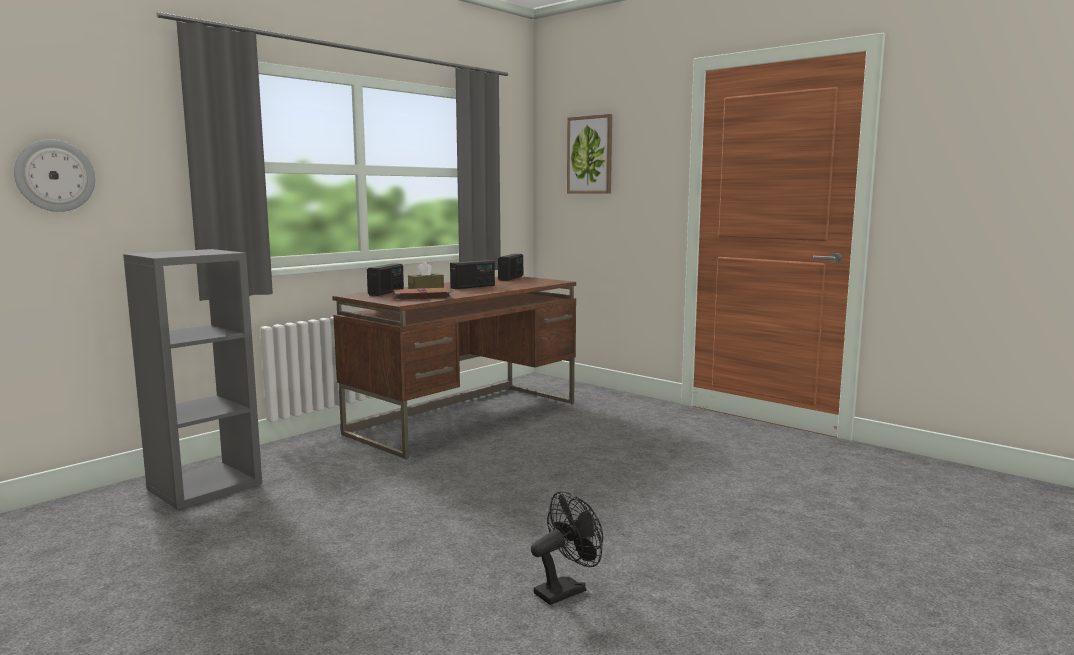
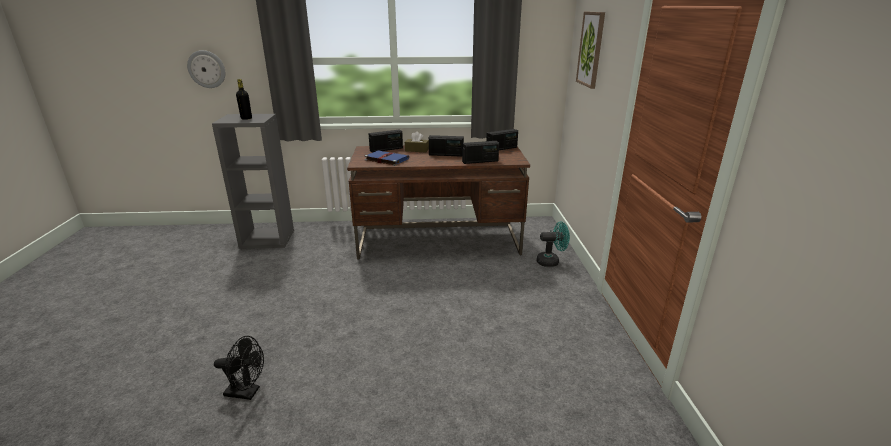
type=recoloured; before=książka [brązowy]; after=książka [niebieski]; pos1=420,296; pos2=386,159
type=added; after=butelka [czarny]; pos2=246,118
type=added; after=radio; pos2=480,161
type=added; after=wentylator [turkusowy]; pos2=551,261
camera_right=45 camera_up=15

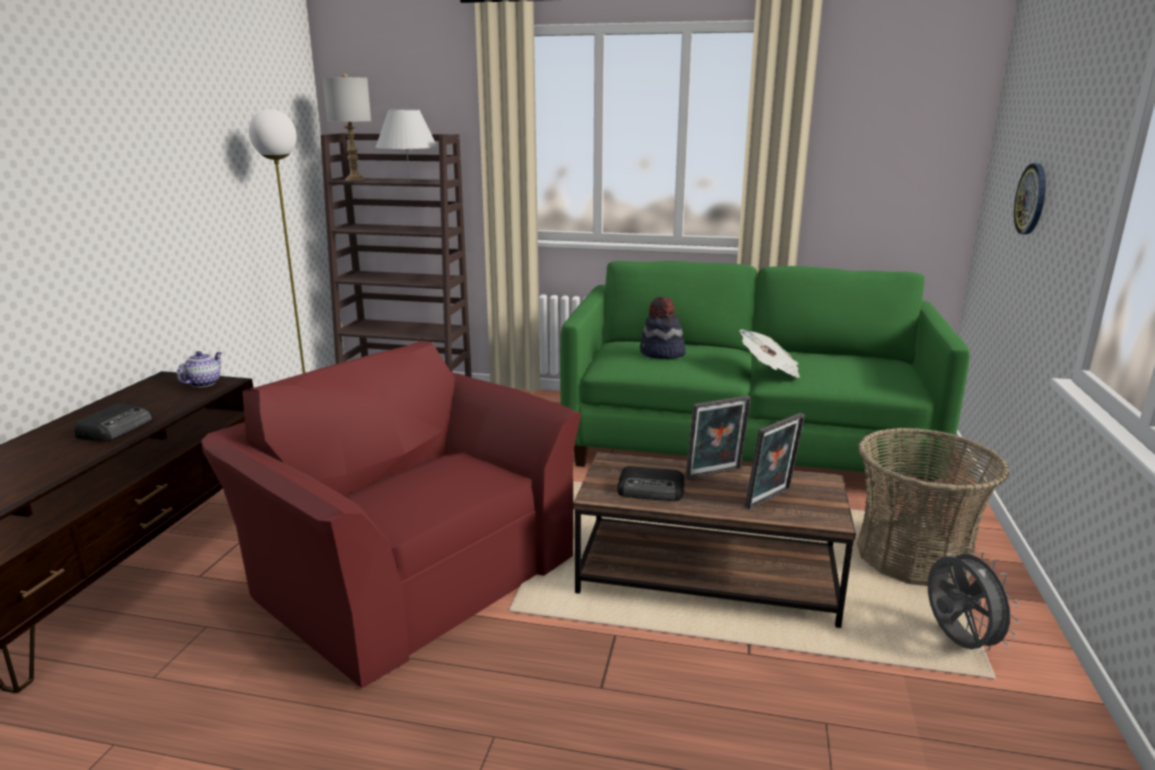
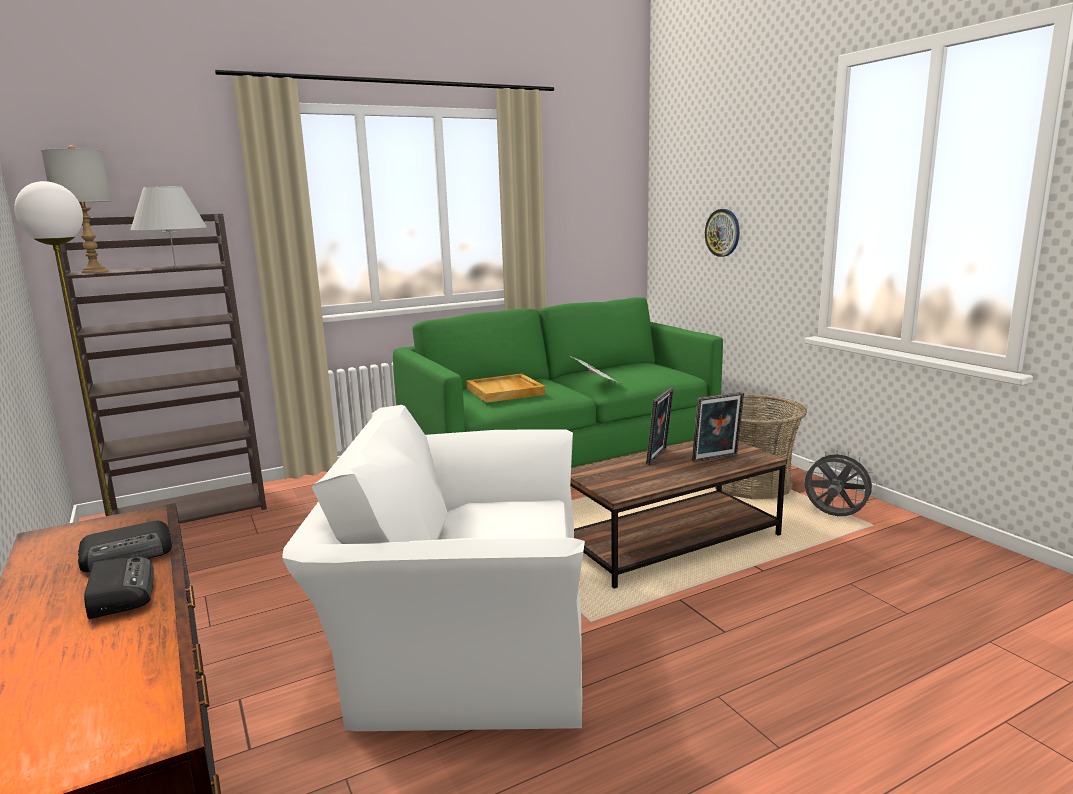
type=replaced; before=kapelusz; after=taca [beżowy]; pos1=662,354; pos2=505,391
type=recoloured; before=fotel [czerwony]; after=fotel [biały]; pos1=408,570; pos2=462,637
type=removed; before=imbryk; pos1=204,383
type=turned; before=ramka na zdjęcie; pos1=771,500; pos2=716,459; turn=60
type=moved; before=radio; pos1=652,490; pos2=128,554
camera_right=-40 camera_up=-5

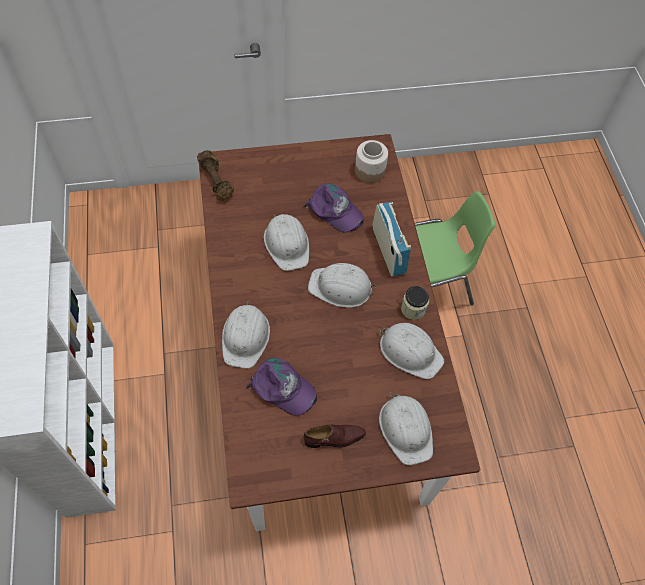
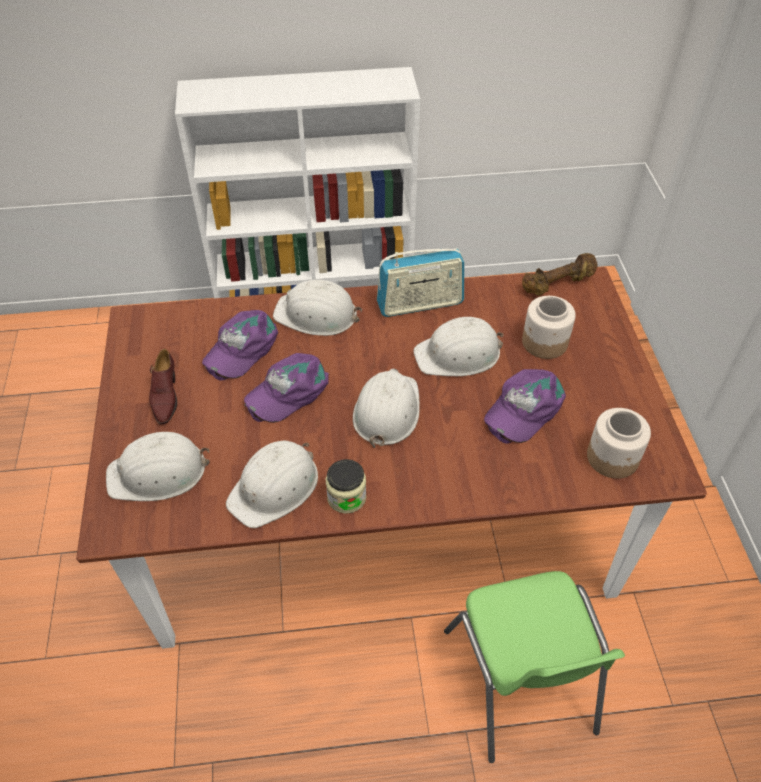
type=moved; before=radio; pos1=388,250; pos2=420,304
type=added; after=słoik; pos2=544,343
type=added; after=czapka z daszkiem [fioletowy]; pos2=288,391
camera_right=95 camera_up=-10

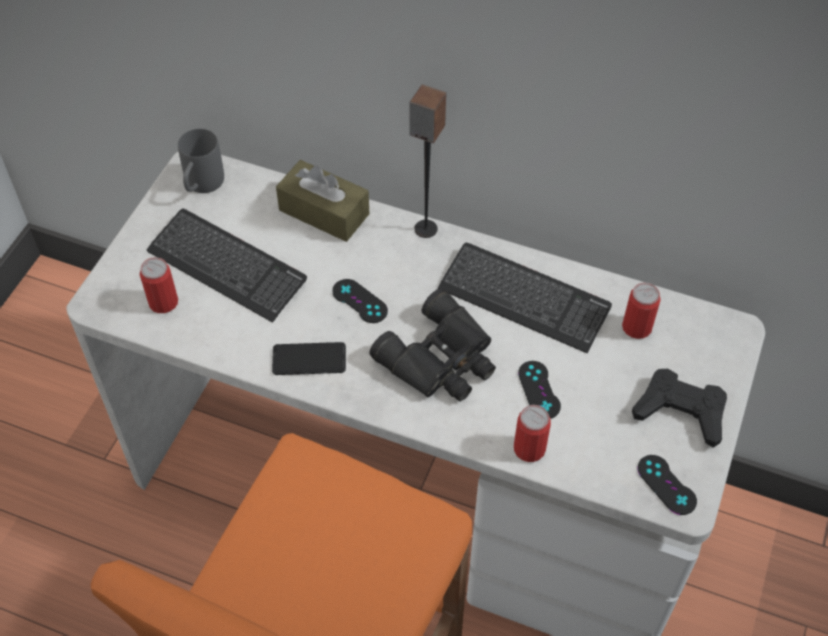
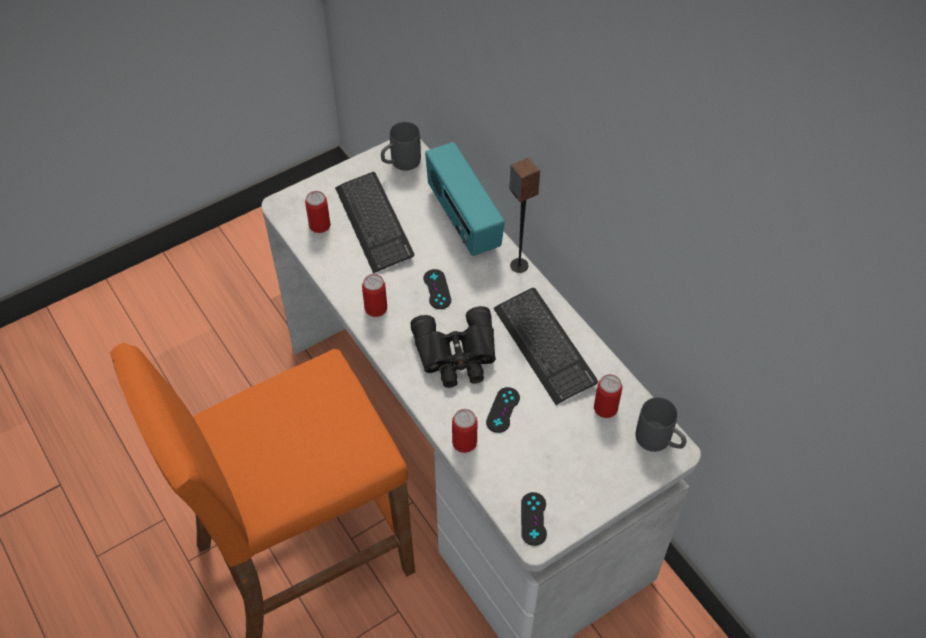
type=replaced; before=pudełko chusteczek [brązowy]; after=radio; pos1=324,212; pos2=462,220
type=replaced; before=telefon; after=puszka; pos1=309,359; pos2=376,308
type=removed; before=pad do gier [czarny]; pos1=681,411
type=added; after=kubek [szary]; pos2=659,442
camera_right=35 camera_up=0

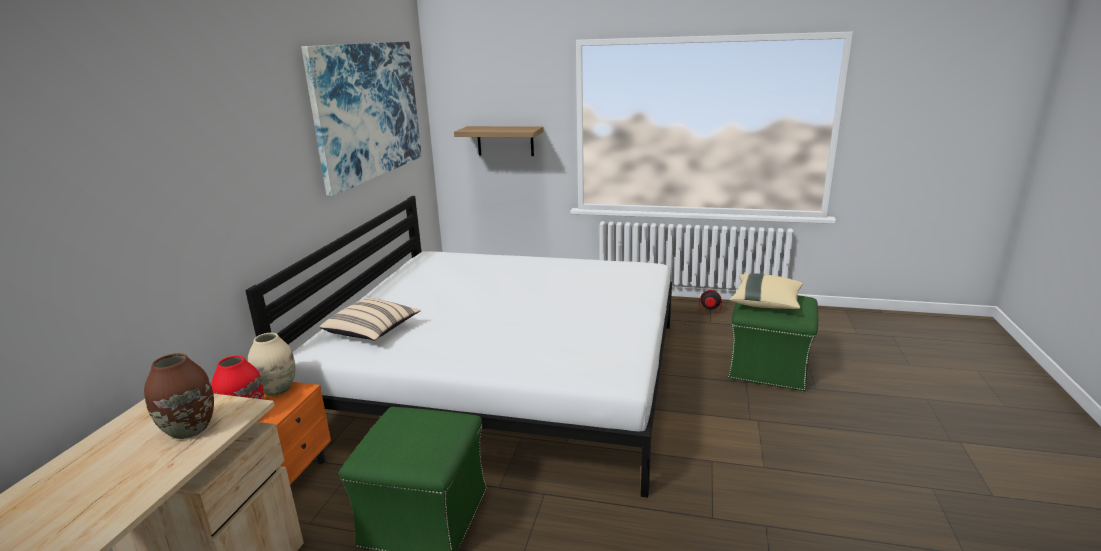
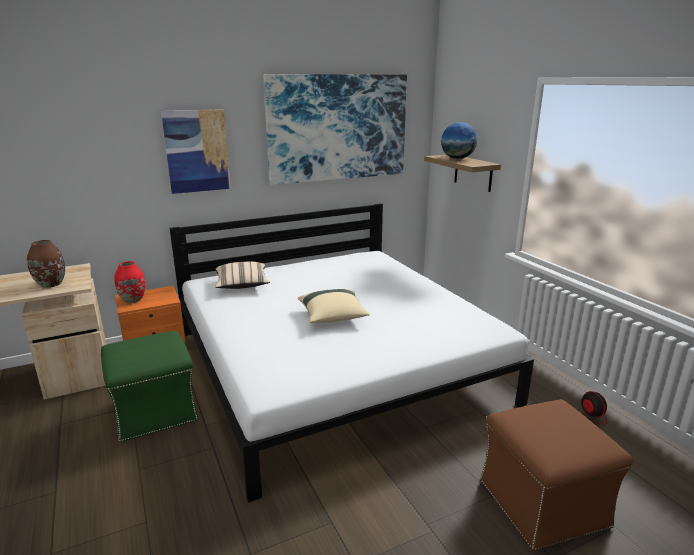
type=moved; before=poduszka [beżowy]; pos1=766,303; pos2=333,317
type=recoloured; before=pufa [zielony]; after=pufa [brązowy]; pos1=769,368; pos2=543,504
type=removed; before=wazon [beżowy]; pos1=277,389
type=added; after=obraz; pos2=197,151
type=added; after=globus; pos2=457,158
camera_right=50 camera_up=0

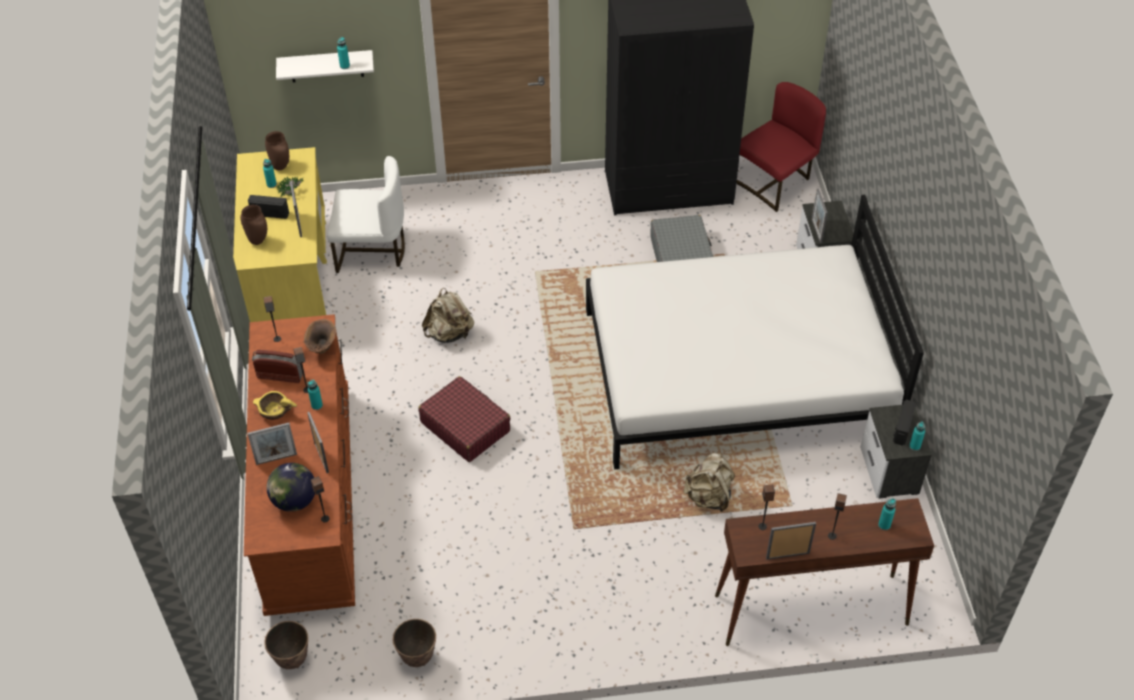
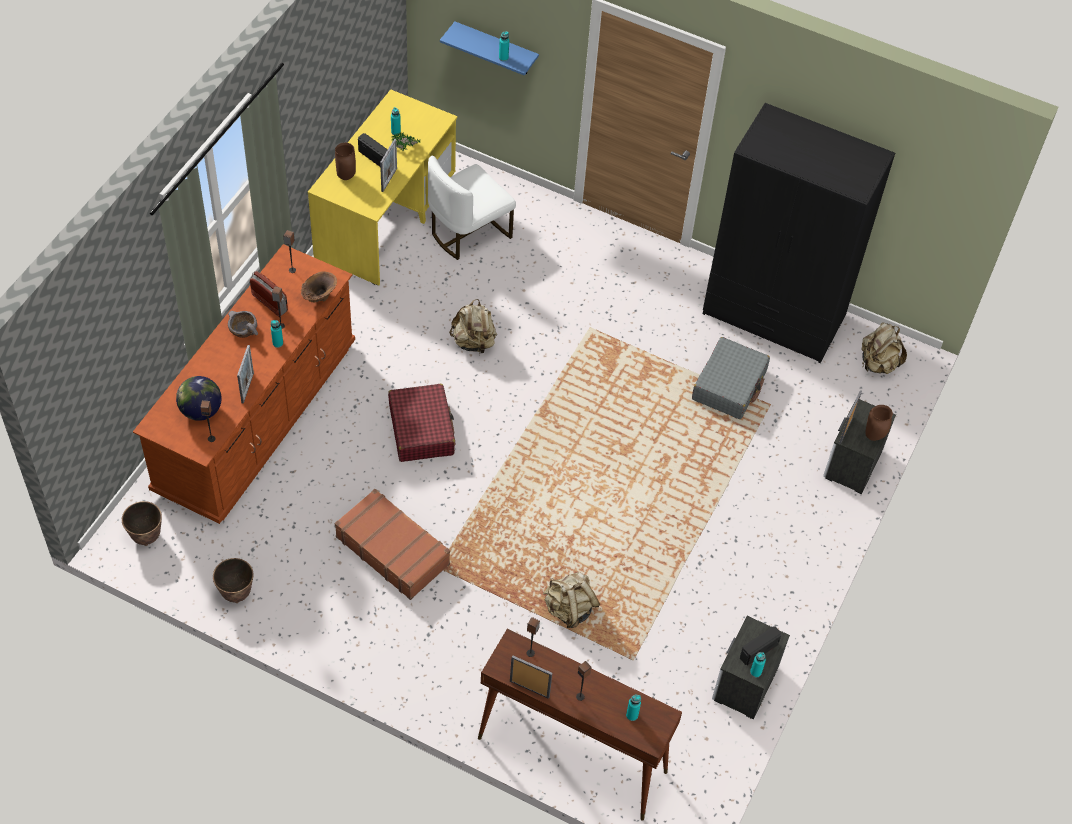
type=recoloured; before=półka [biały]; after=półka [niebieski]; pos1=326,66; pos2=496,49
type=replaced; before=krzesło [czerwony]; after=plecak [beżowy]; pos1=775,182; pos2=878,363
type=moved; before=wazon [brązowy]; pos1=280,167; pos2=873,436
type=turned; before=krzesło [biały]; pos1=371,251; pos2=468,233; turn=105
type=removed; before=łóżko [biały]; pos1=737,373
type=recoloured; before=miska [żółty]; after=miska [szary]; pos1=274,411; pos2=243,330
type=removed; before=ramka na zdjęcie; pos1=276,459
type=added; after=walizka [brązowy]; pos2=393,550
camera_right=30 camera_up=5

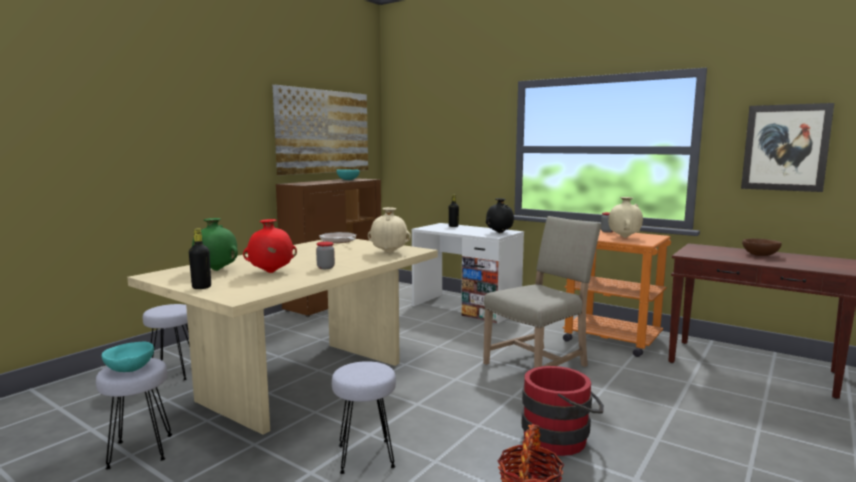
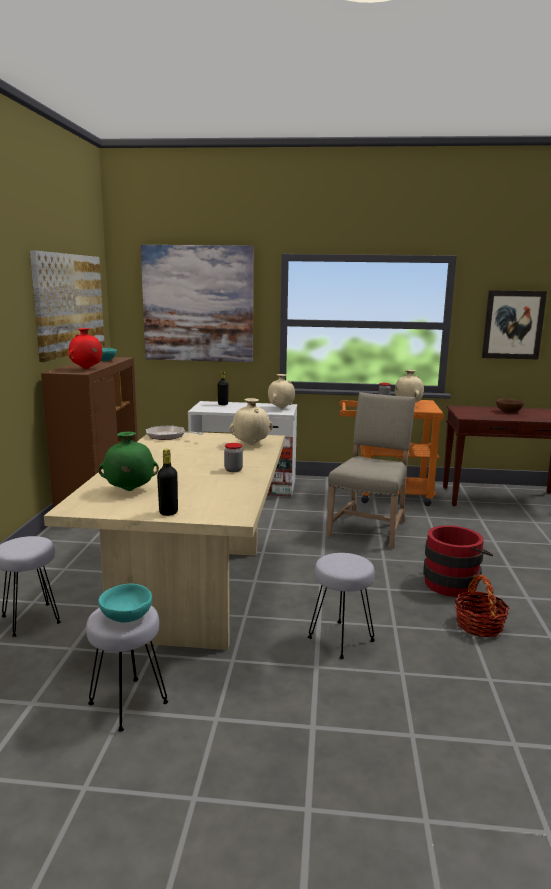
type=recoloured; before=wazon [czarny]; after=wazon [beżowy]; pos1=499,233; pos2=281,408
type=moved; before=wazon [czerwony]; pos1=271,272; pos2=86,369
type=added; after=obraz; pos2=198,304
camera_right=-30 camera_up=5

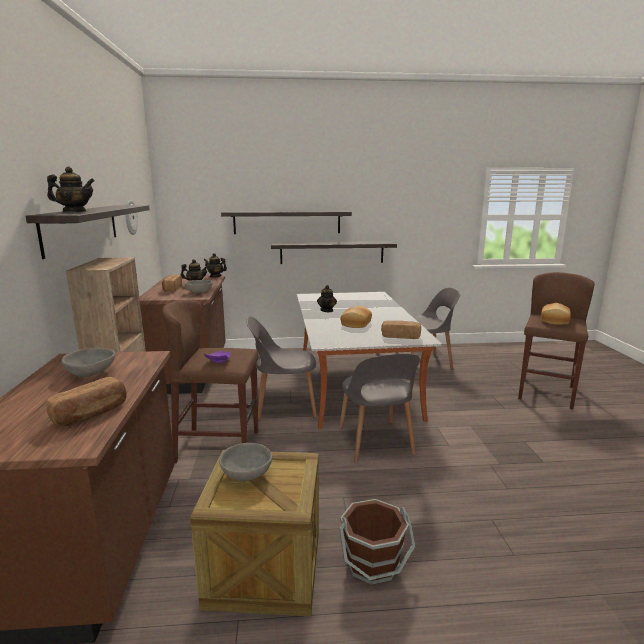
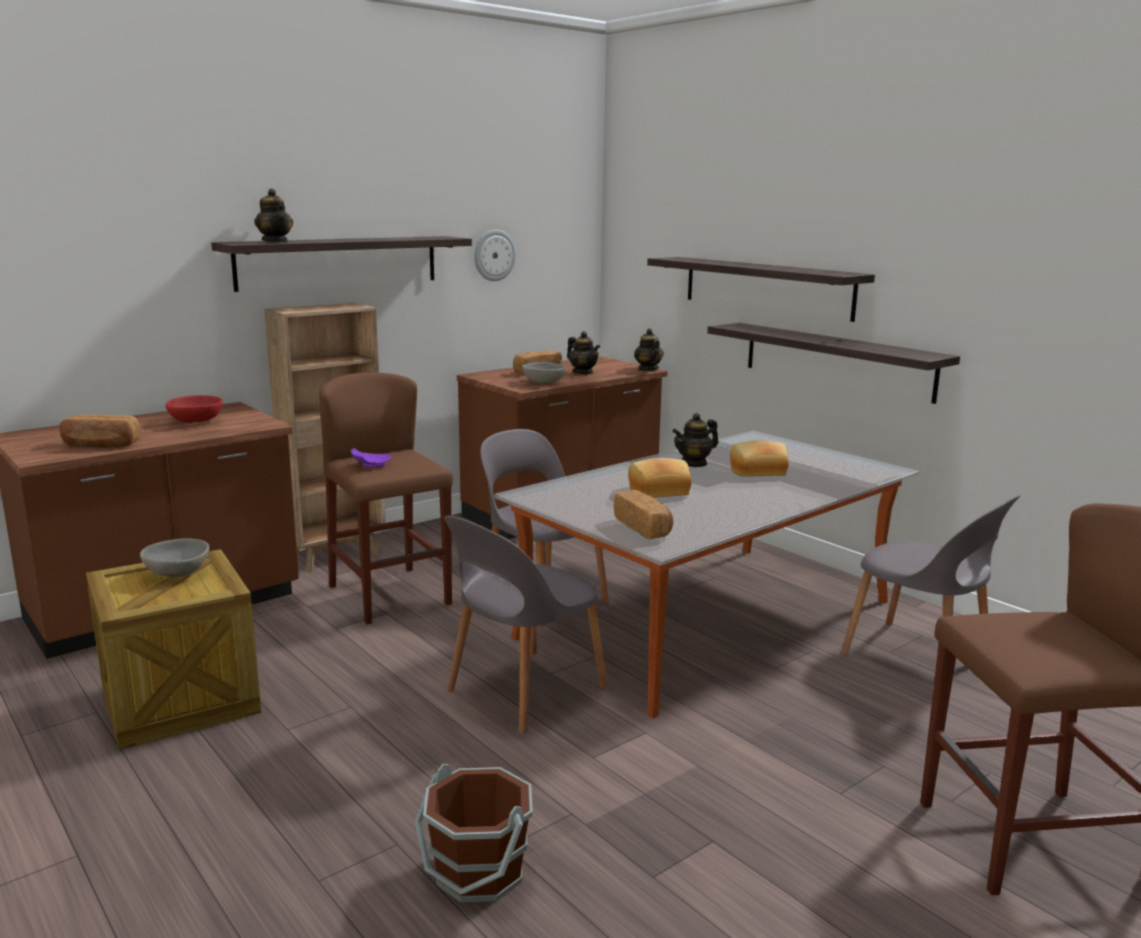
type=moved; before=chleb; pos1=555,320; pos2=758,472
type=recoloured; before=miska [szary]; after=miska [czerwony]; pos1=90,373; pos2=195,421
type=moved; before=wiadro [brązowy]; pos1=373,563; pos2=478,873
camera_right=55 camera_up=0

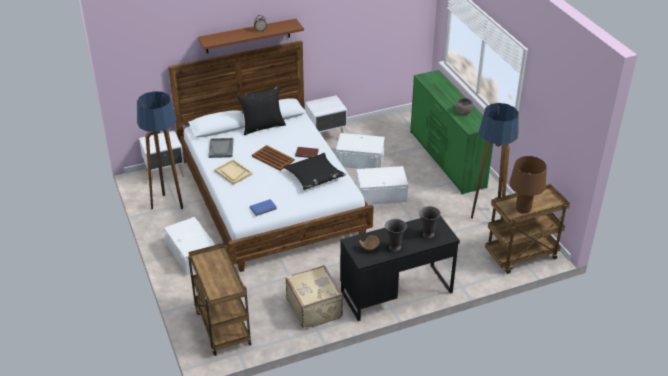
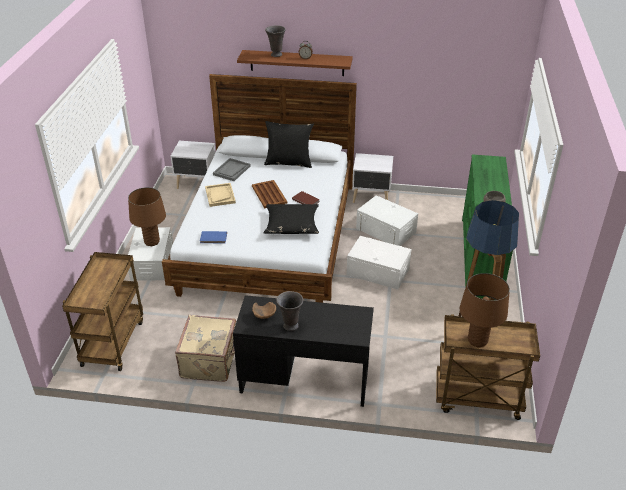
type=removed; before=lampa stojąca; pos1=169,204
type=moved; before=wazon [szary]; pos1=427,235; pos2=276,55
type=added; after=lampa stołowa [brązowy]; pos2=152,242
camera_right=30 camera_up=0

